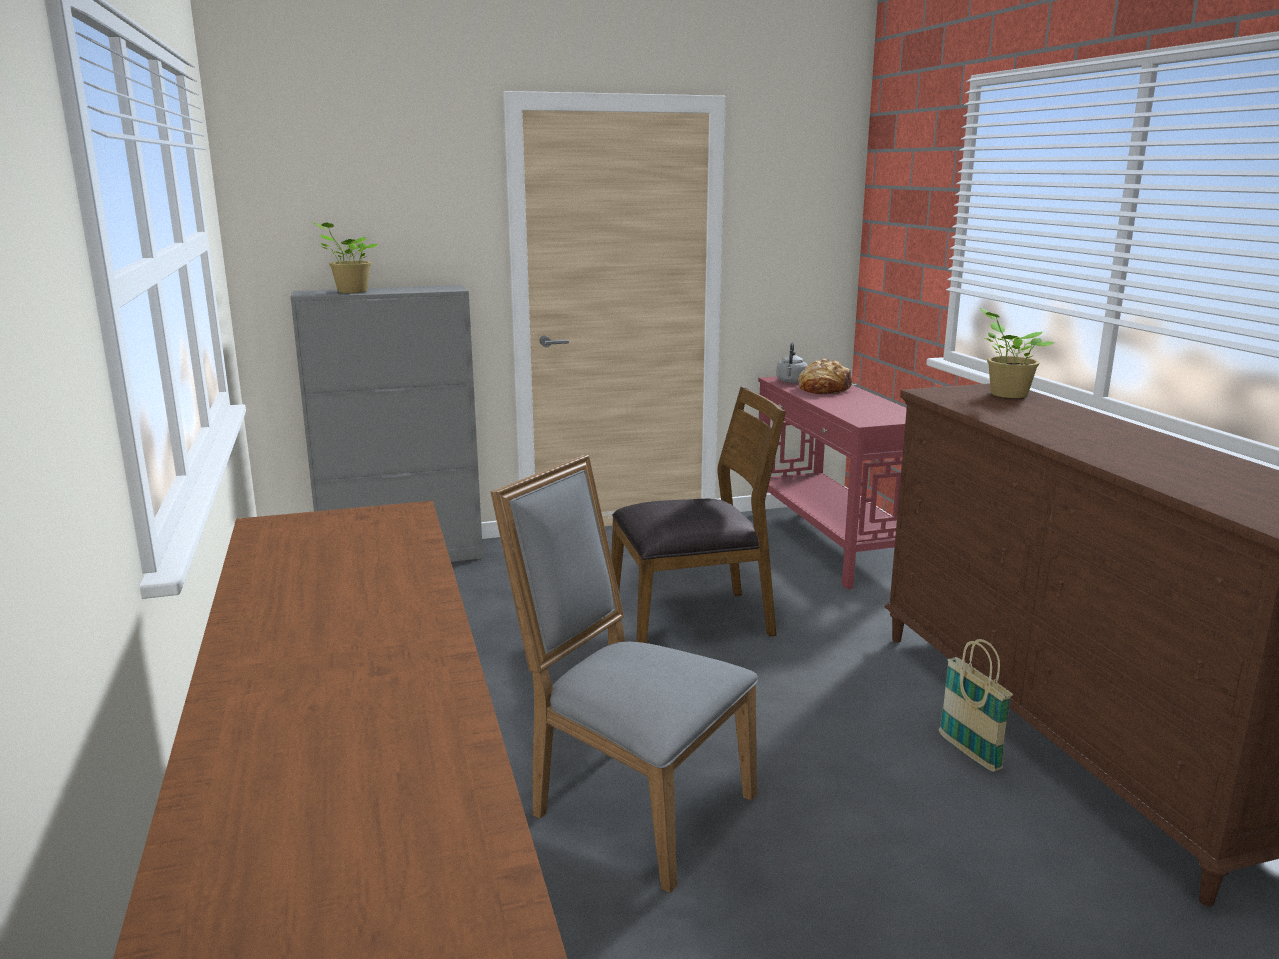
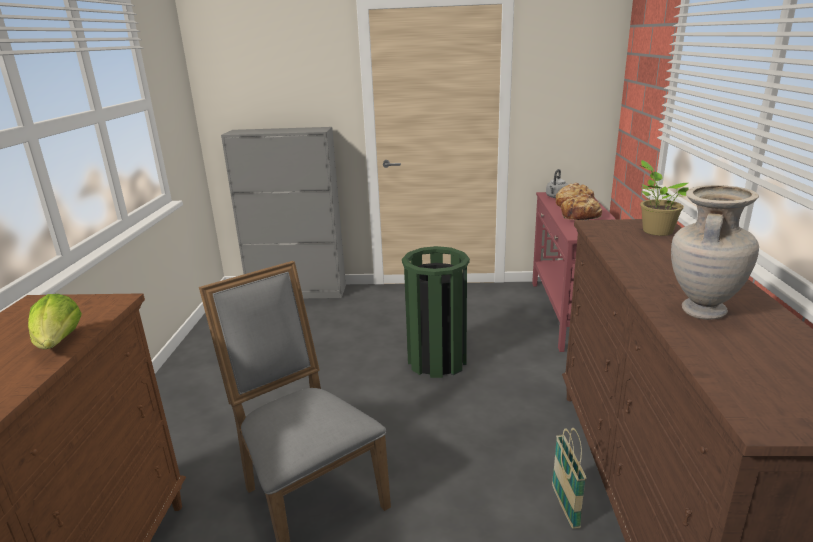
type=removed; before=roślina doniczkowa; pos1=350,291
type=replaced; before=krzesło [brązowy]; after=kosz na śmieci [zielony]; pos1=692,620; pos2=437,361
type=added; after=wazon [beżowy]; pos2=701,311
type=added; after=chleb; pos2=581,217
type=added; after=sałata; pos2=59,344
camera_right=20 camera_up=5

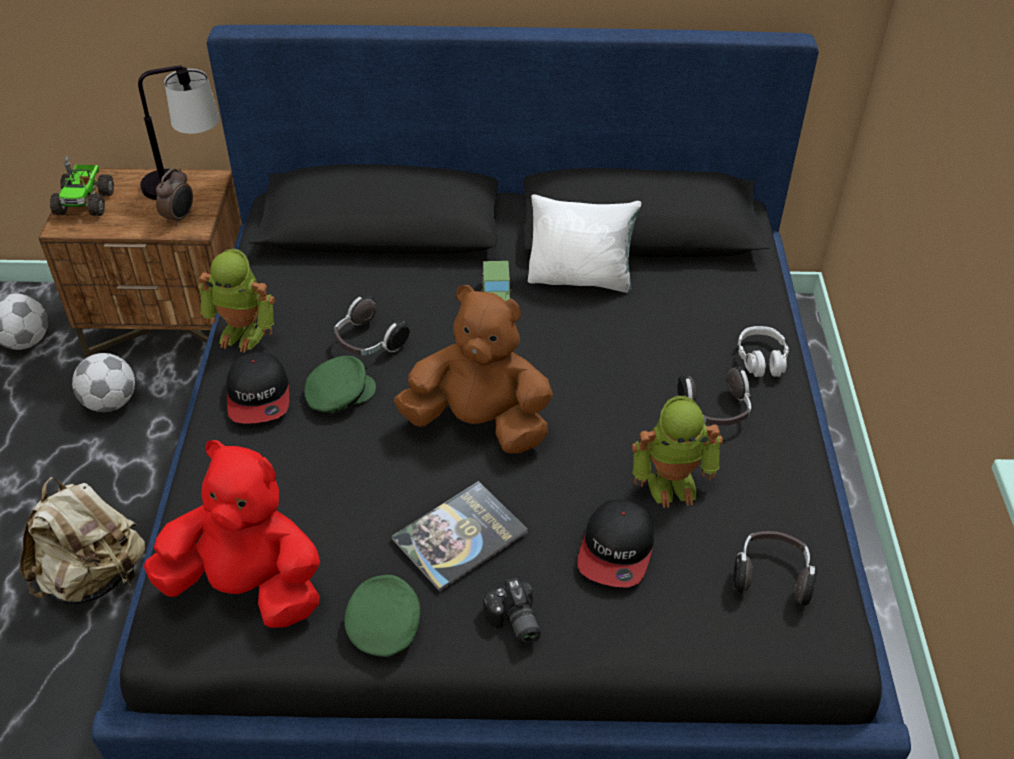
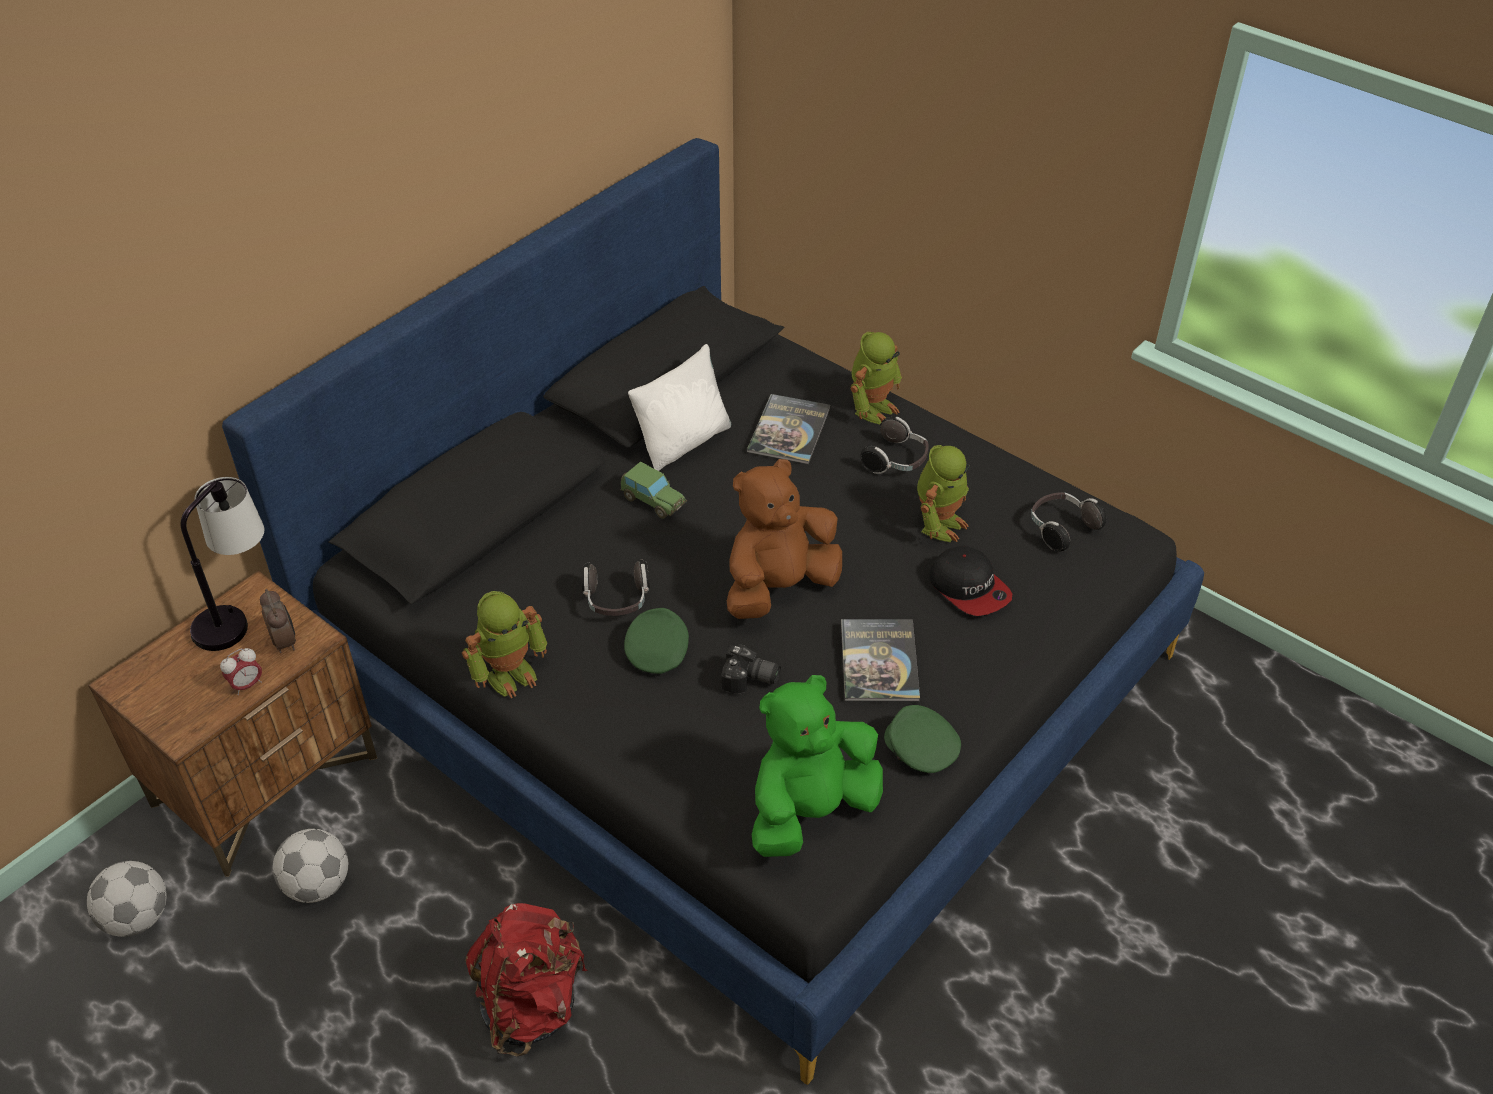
type=removed; before=ciężarówka zabawkowa; pos1=85,202
type=replaced; before=słuchawki [szary]; after=robot zabawkowy; pos1=761,360; pos2=873,408
type=removed; before=czapka z daszkiem; pos1=259,396
type=recoloured; before=pluszak [czerwony]; after=pluszak [zielony]; pos1=248,587; pos2=810,810
type=recoloured; before=plecak [beżowy]; after=plecak [czerwony]; pos1=94,577; pos2=531,1003
type=moved; before=aparat fotograficzny; pos1=513,623; pos2=750,680
type=added; after=książka; pos2=789,430
type=added; after=budzik; pos2=247,685
camera_right=-50 camera_up=0

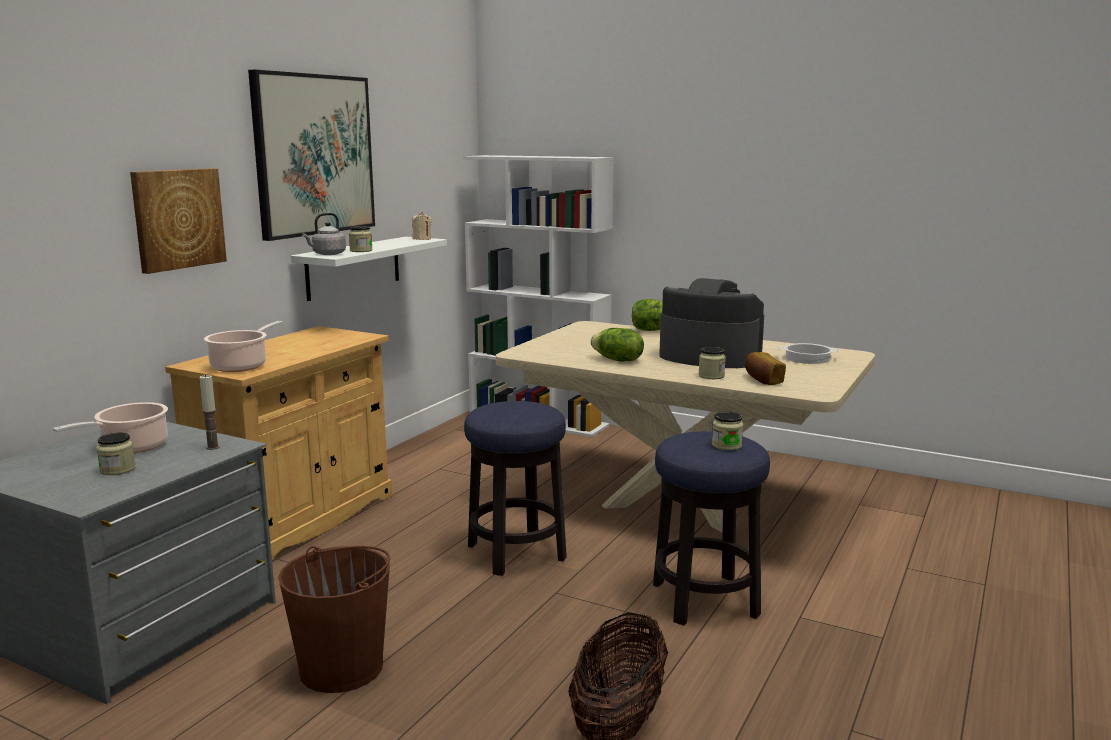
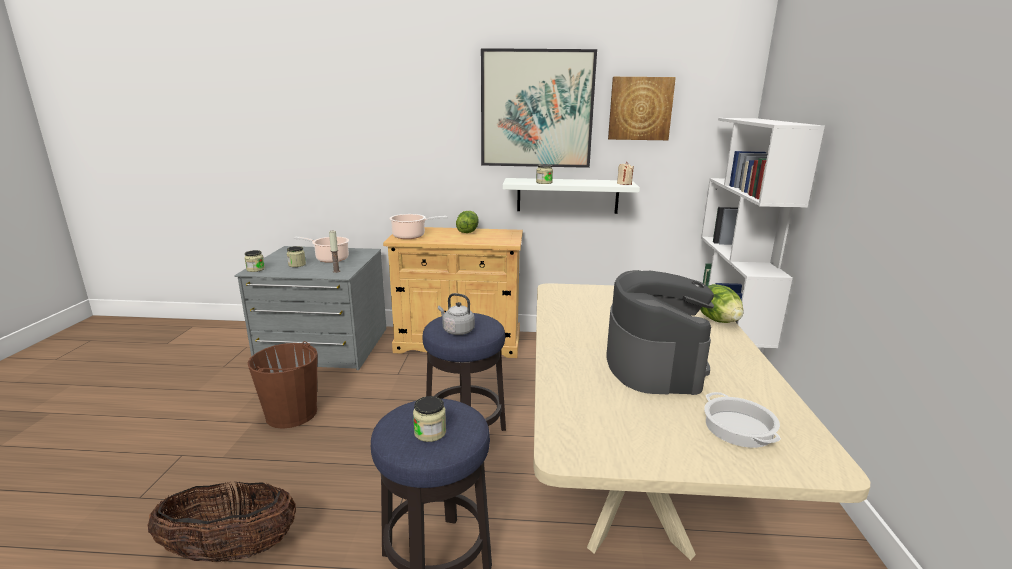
type=moved; before=obraz; pos1=178,219; pos2=640,108
type=moved; before=czajnik [szary]; pos1=327,254; pos2=457,330
type=moved; before=sałata; pos1=617,360; pos2=467,231
type=moved; before=słoik; pos1=711,376; pos2=255,269
type=removed; before=chleb; pos1=762,380
camera_right=65 camera_up=5

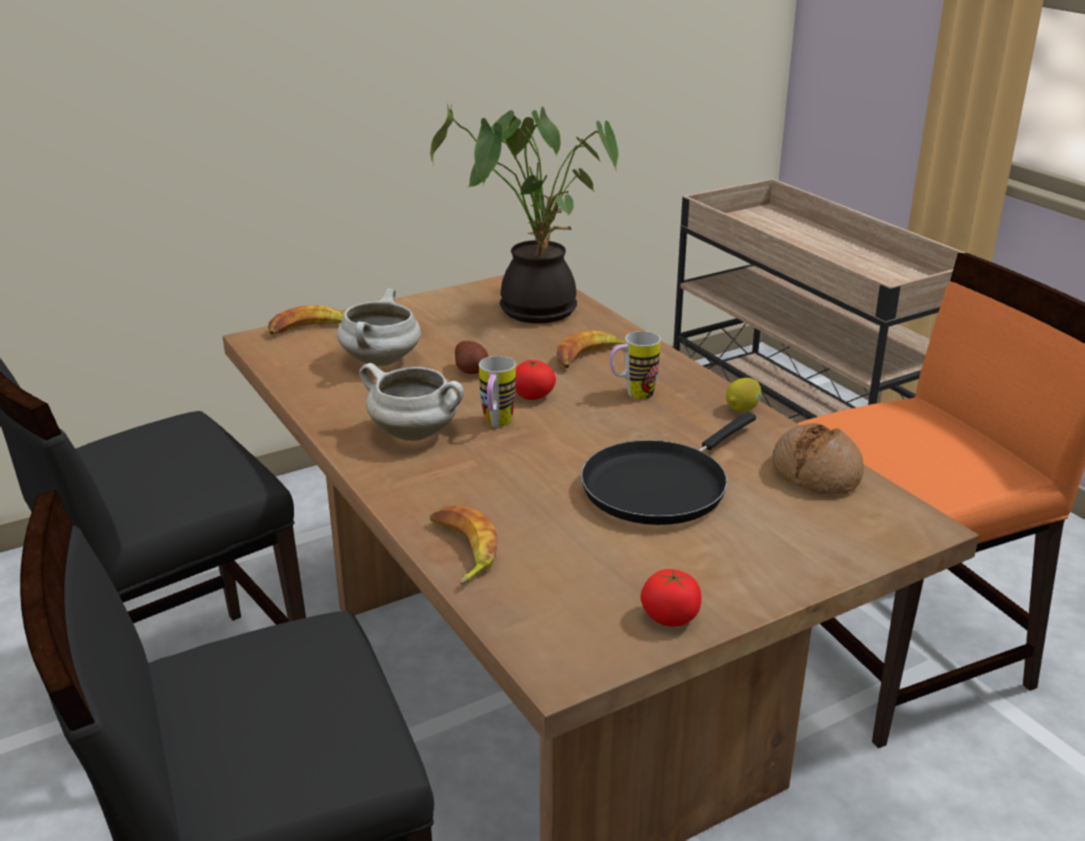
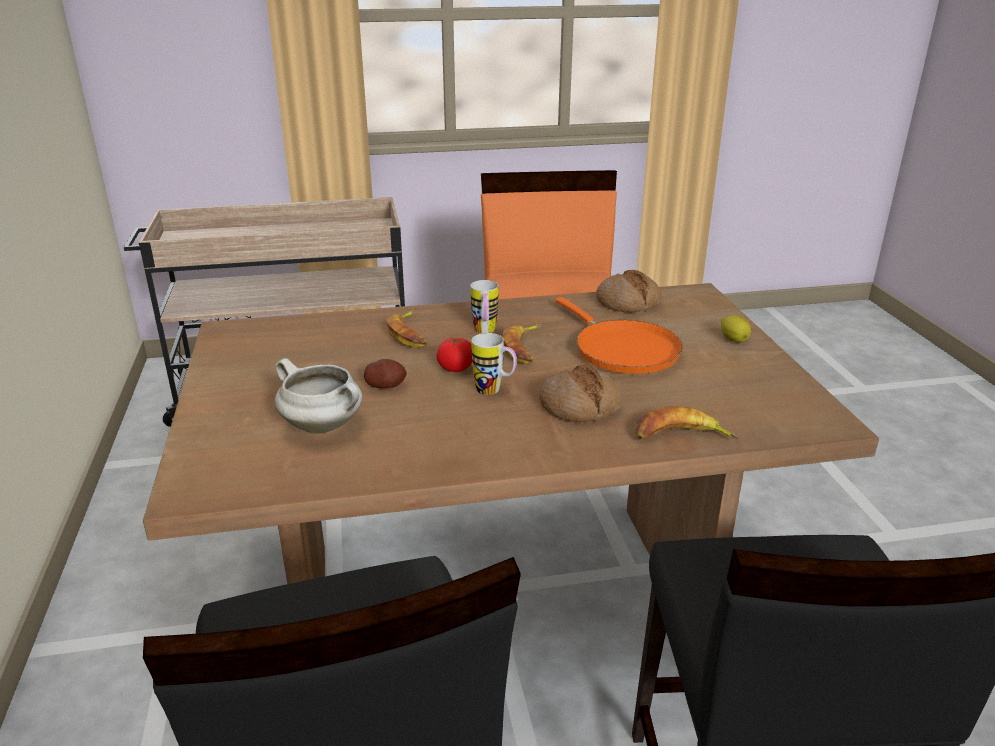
type=removed; before=roślina doniczkowa; pos1=534,308
type=moved; before=banan; pos1=312,330; pos2=524,348
type=removed; before=garnek [biały]; pos1=416,433
type=moved; before=cytryna; pos1=743,409; pos2=733,340
type=recoloured; before=patelnia [czarny]; after=patelnia [pomarańczowy]; pos1=660,486; pos2=622,350
type=removed; before=pomidor; pos1=670,617
type=added; after=chleb; pos2=580,406
camera_right=-70 camera_up=0

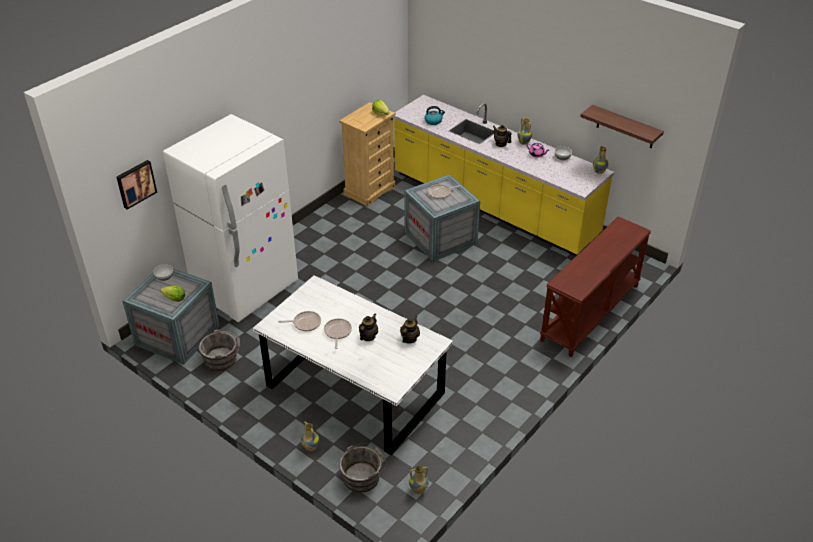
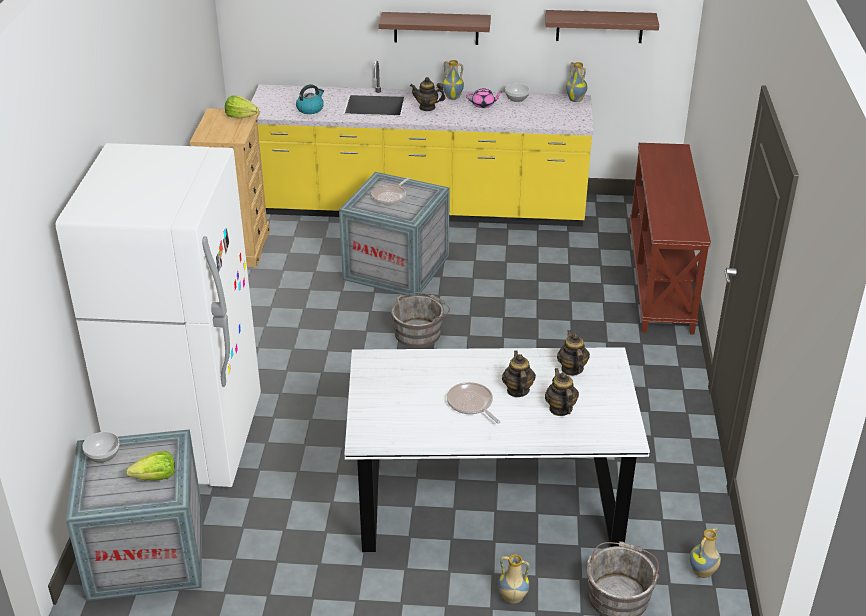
type=removed; before=obraz; pos1=135,183
type=removed; before=patelnia; pos1=305,323
type=moved; before=wiadro [szary]; pos1=222,358; pos2=419,332
type=added; after=półka; pos2=436,28
type=added; after=imbryk; pos2=560,409
camera_right=-35 camera_up=-5

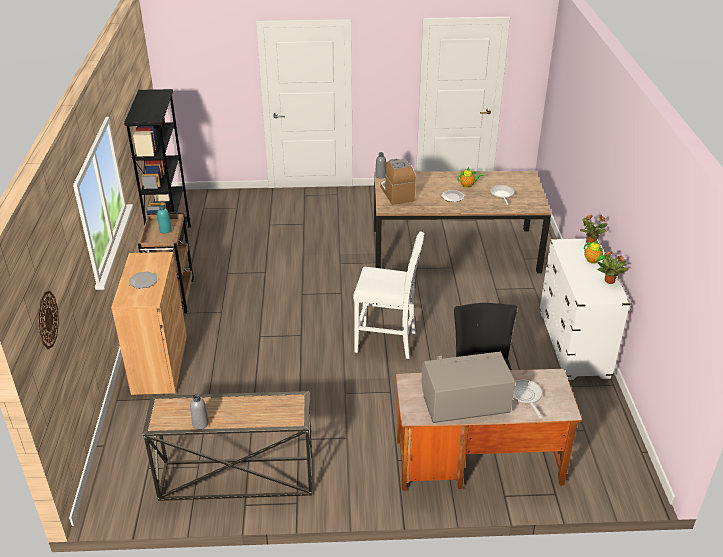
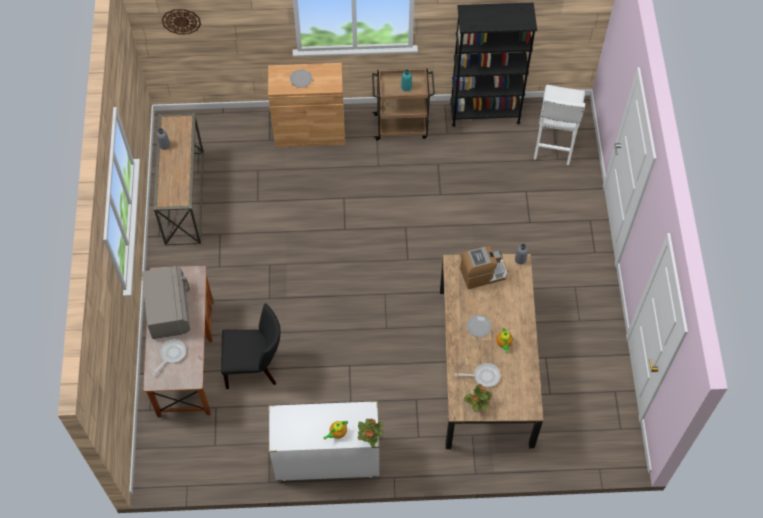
type=moved; before=stołek [biały]; pos1=387,342; pos2=553,144
type=moved; before=roślina doniczkowa; pos1=610,281; pos2=477,405
type=turned; before=patelnia; pos1=526,397; pos2=171,354; turn=-45
camera_right=90 camera_up=25

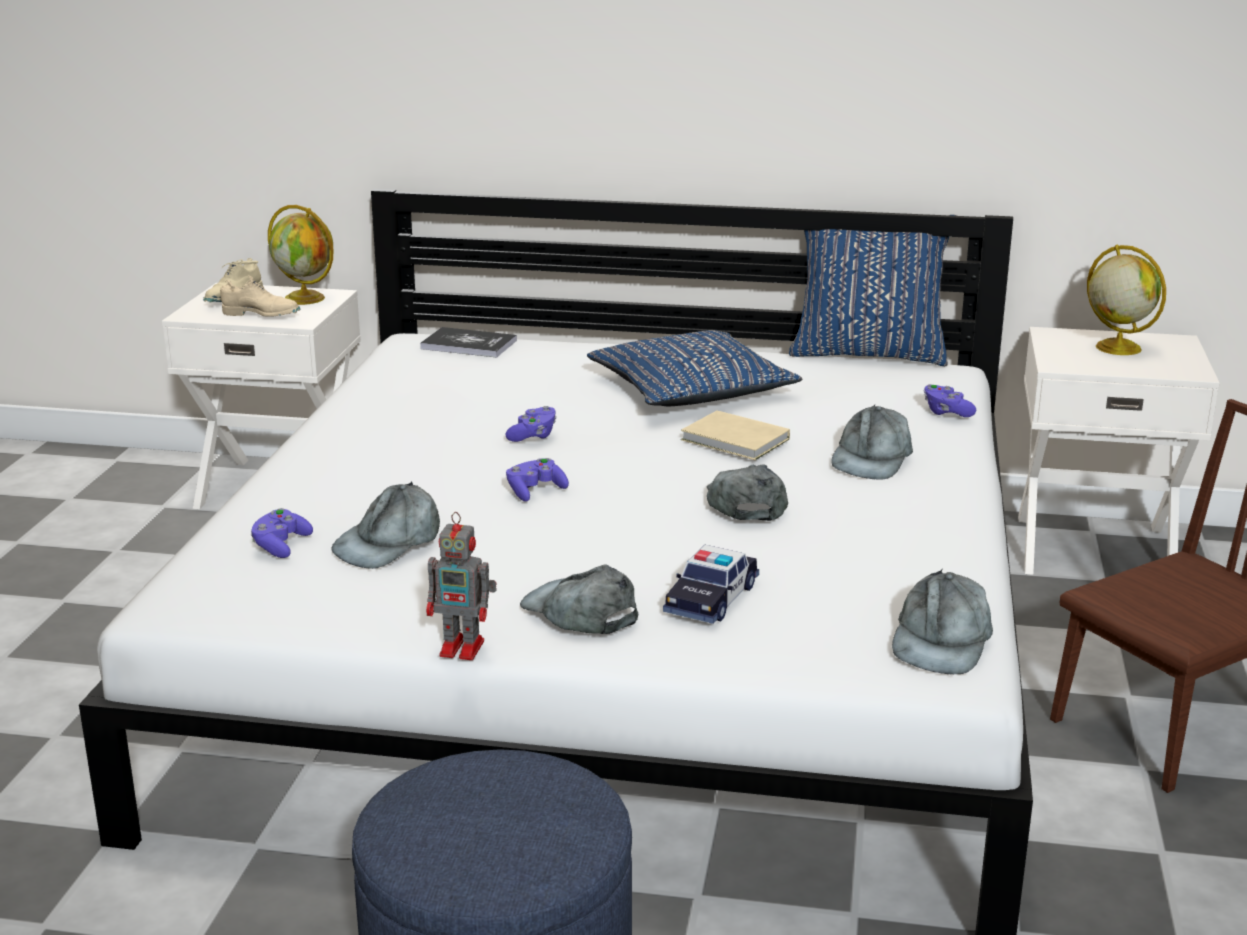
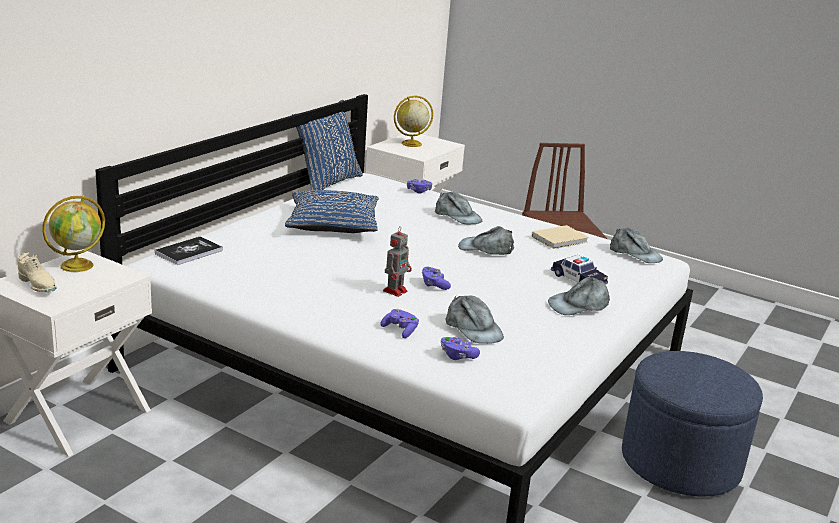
type=removed; before=but [beżowy]; pos1=261,315
type=moved; before=pad do gier [fioletowy]; pos1=533,436; pos2=400,330
type=moved; before=książka [beżowy]; pos1=736,440; pos2=561,239
type=moved; before=robot zabawkowy; pos1=464,648; pos2=395,290
camera_right=-70 camera_up=0

